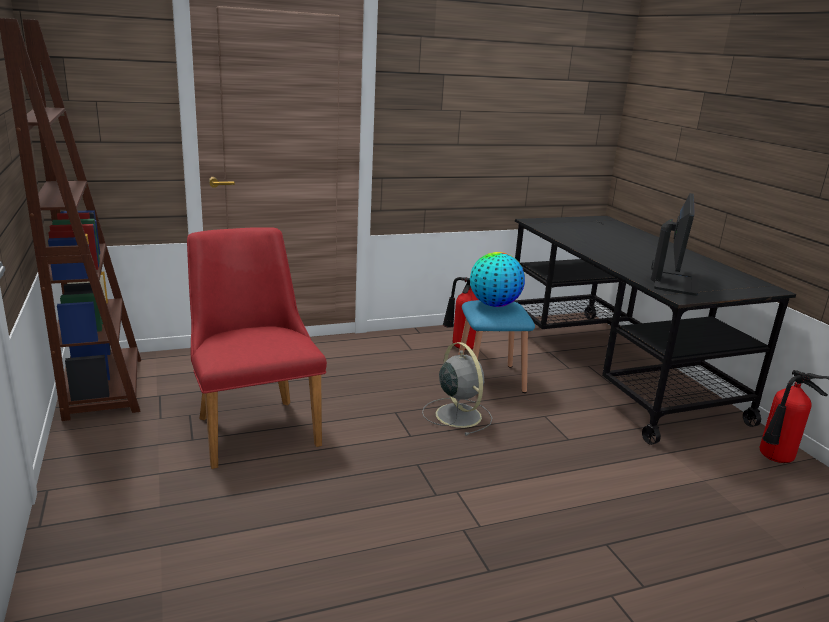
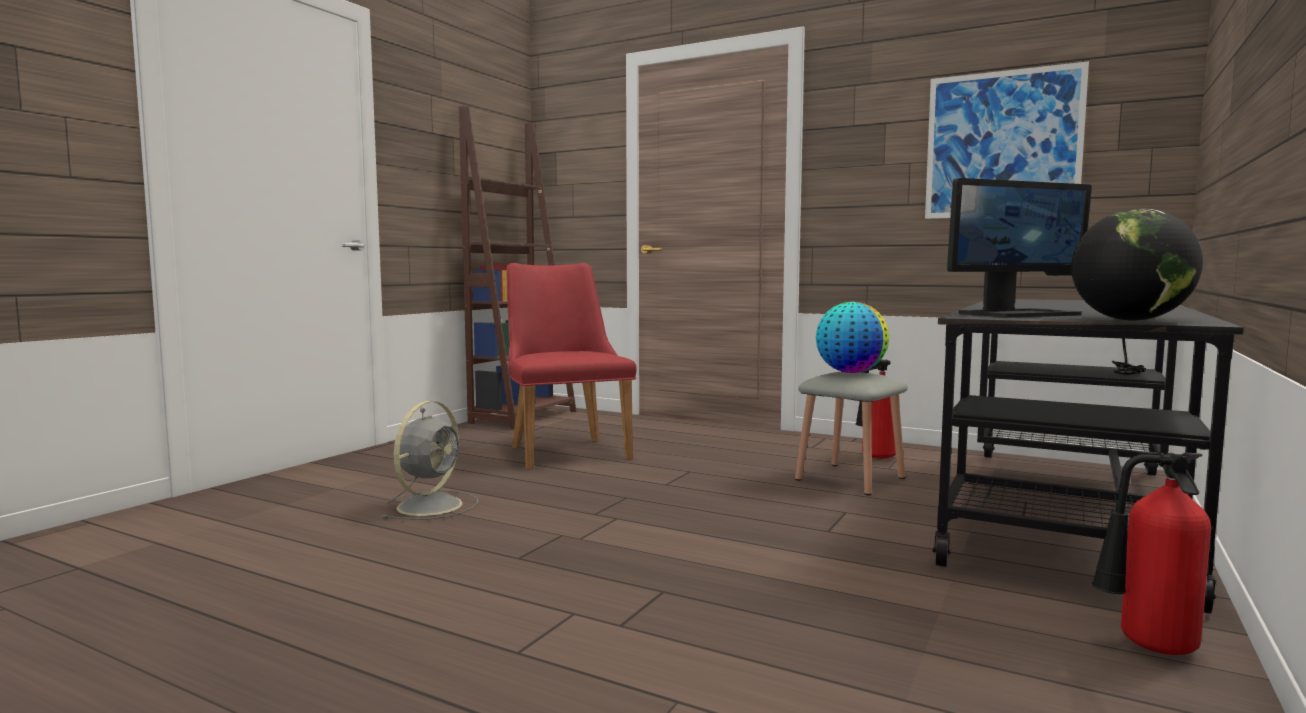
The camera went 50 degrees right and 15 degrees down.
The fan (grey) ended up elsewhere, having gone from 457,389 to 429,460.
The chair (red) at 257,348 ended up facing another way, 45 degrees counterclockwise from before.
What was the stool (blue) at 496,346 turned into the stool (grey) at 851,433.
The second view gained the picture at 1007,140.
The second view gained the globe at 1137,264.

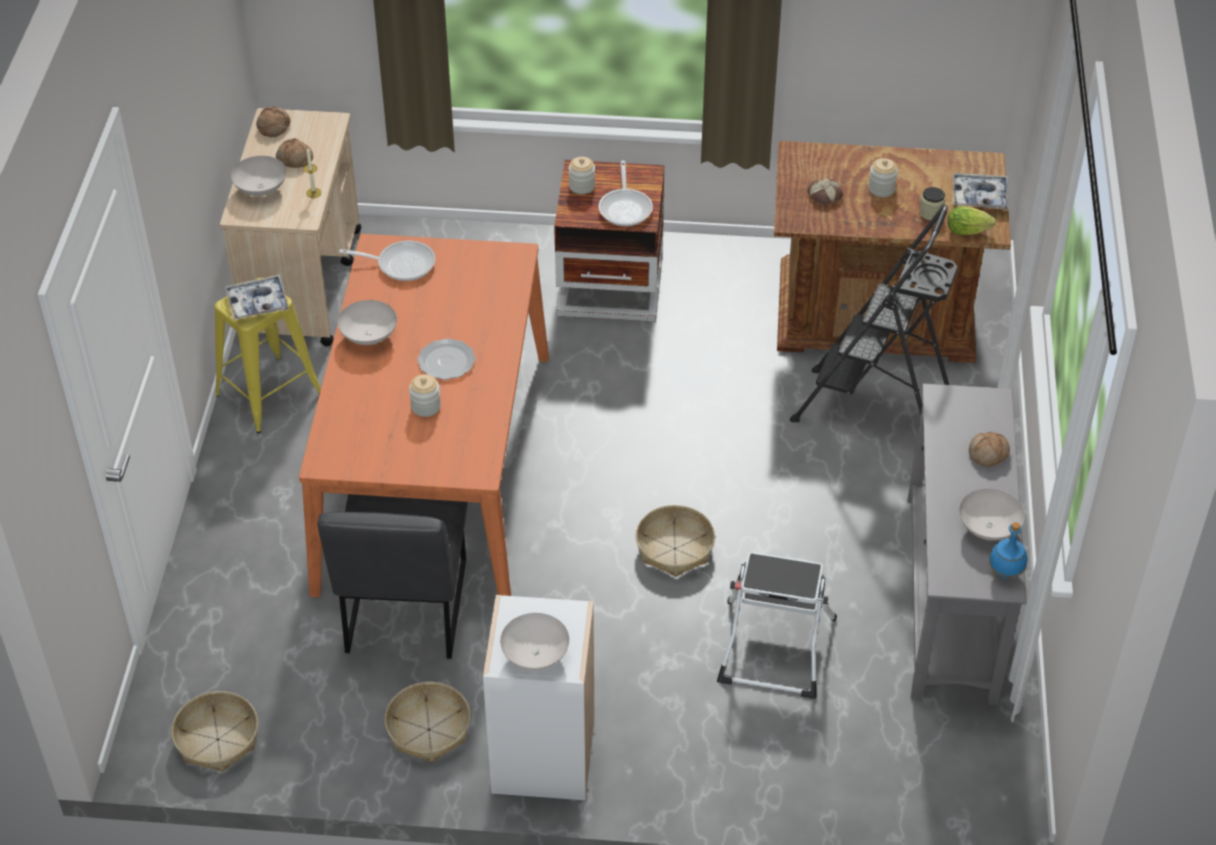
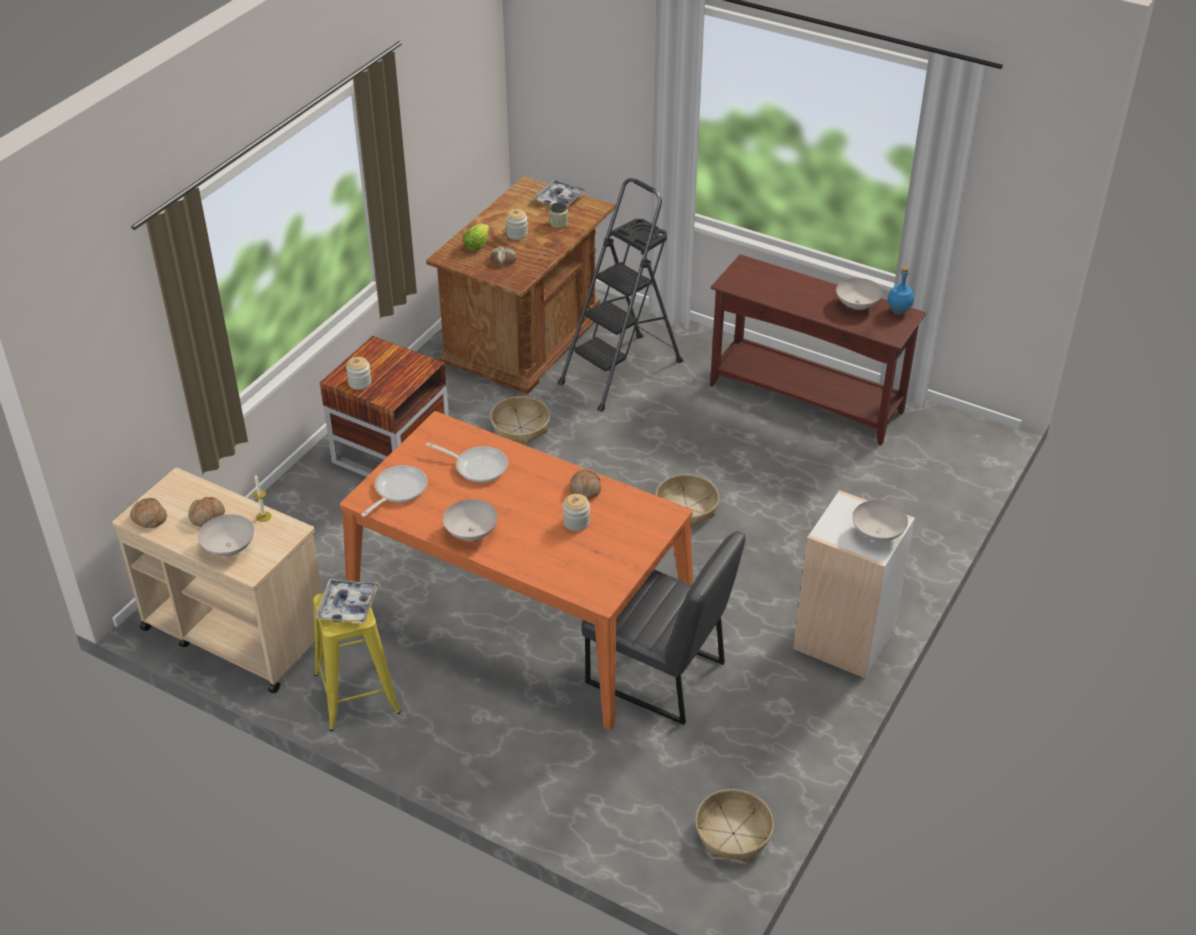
The camera went 65 degrees left and 5 degrees down.
The frying pan ended up elsewhere, having gone from 625,193 to 467,463.
The lettuce ended up elsewhere, having gone from 972,220 to 476,237.
The basket ended up elsewhere, having gone from 427,722 to 520,420.
The bread ended up elsewhere, having gone from 989,449 to 585,484.
What was the console table (grey) at 966,544 turned into the console table (brown) at 818,349.
The second view lost the plate at 446,359.
The second view lost the step ladder at 777,625.

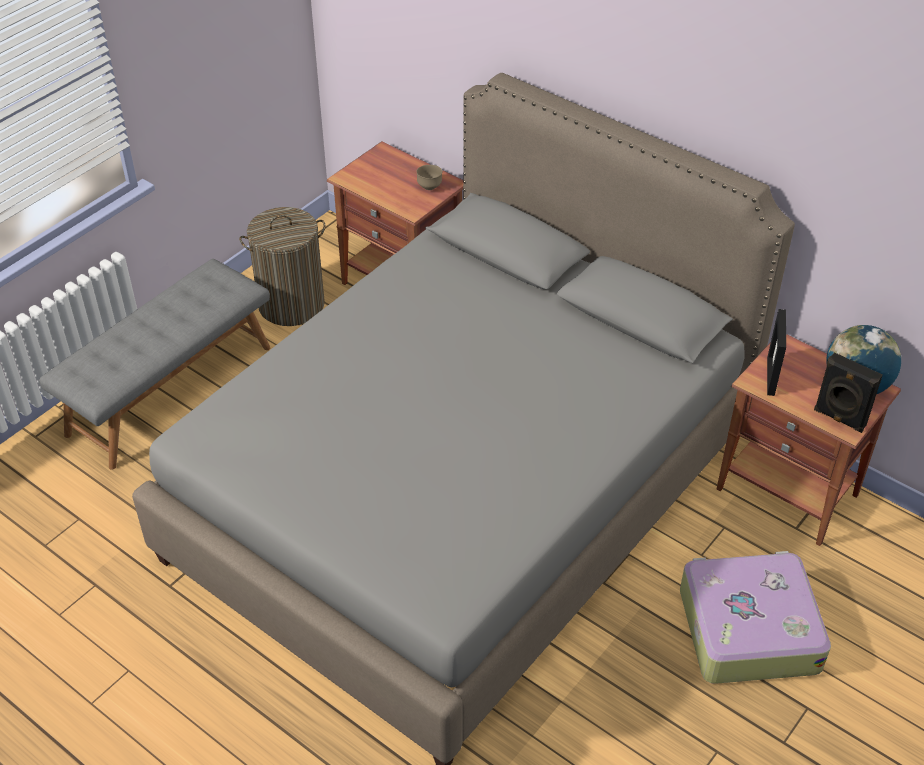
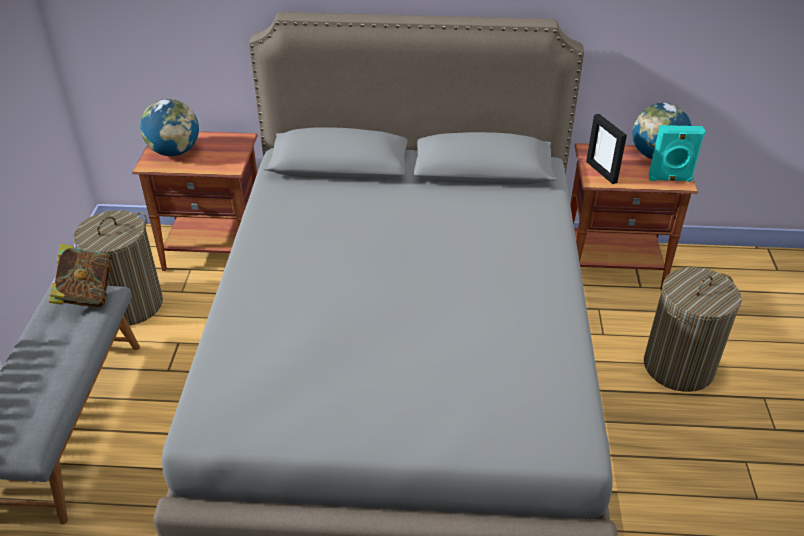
The camera went 35 degrees left and 5 degrees down.
The second view gained the book at 80,276.
The second view gained the globe at 169,127.
Where the suitcase stood at 755,617, the laundry basket came to stand at 693,329.
What was the speaker (black) at 848,392 turned into the speaker (turquoise) at 677,153.
The second view lost the bowl (brown) at 429,177.

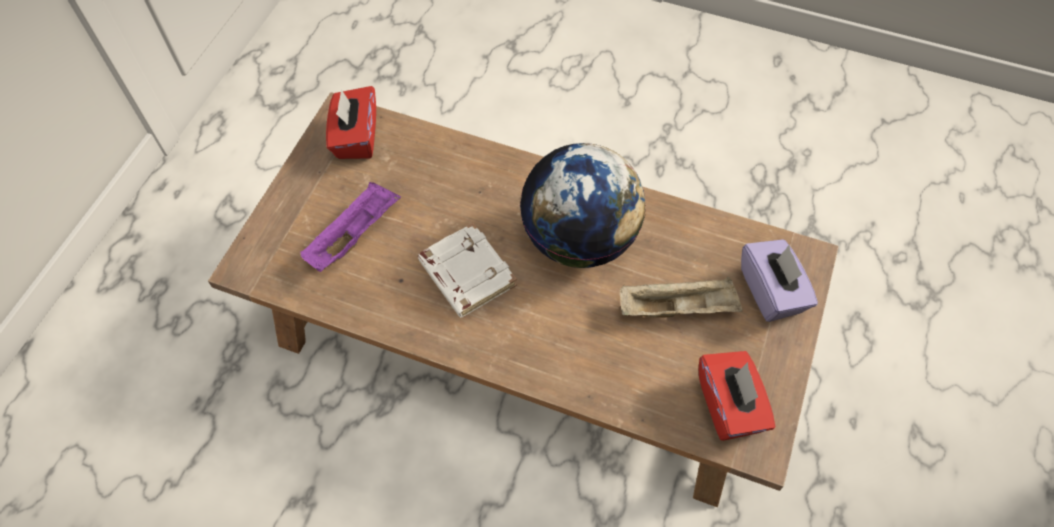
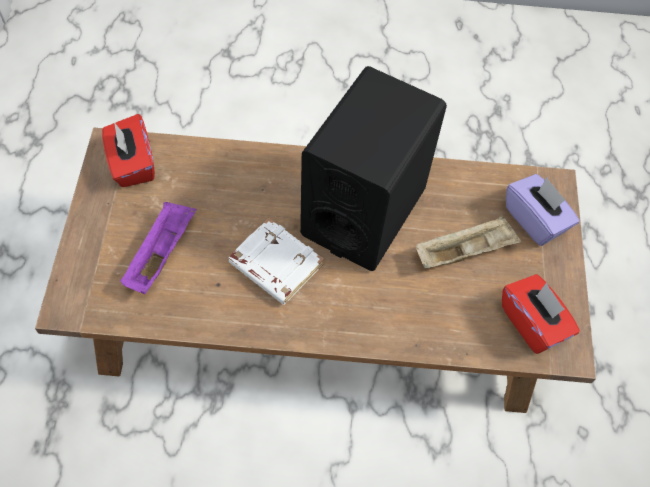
The camera went 20 degrees left and 0 degrees up.
Where the globe stood at 583,205, the speaker (black) came to stand at 373,168.

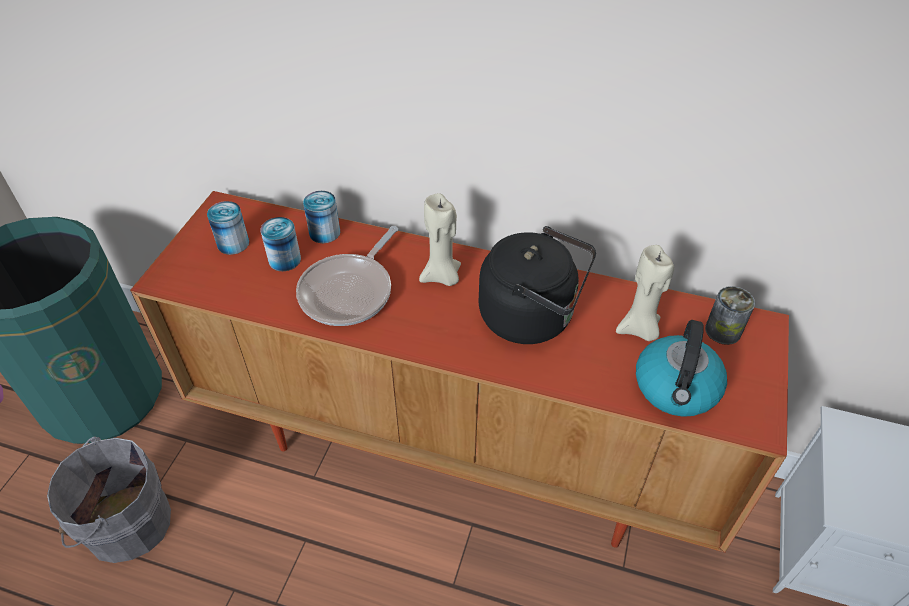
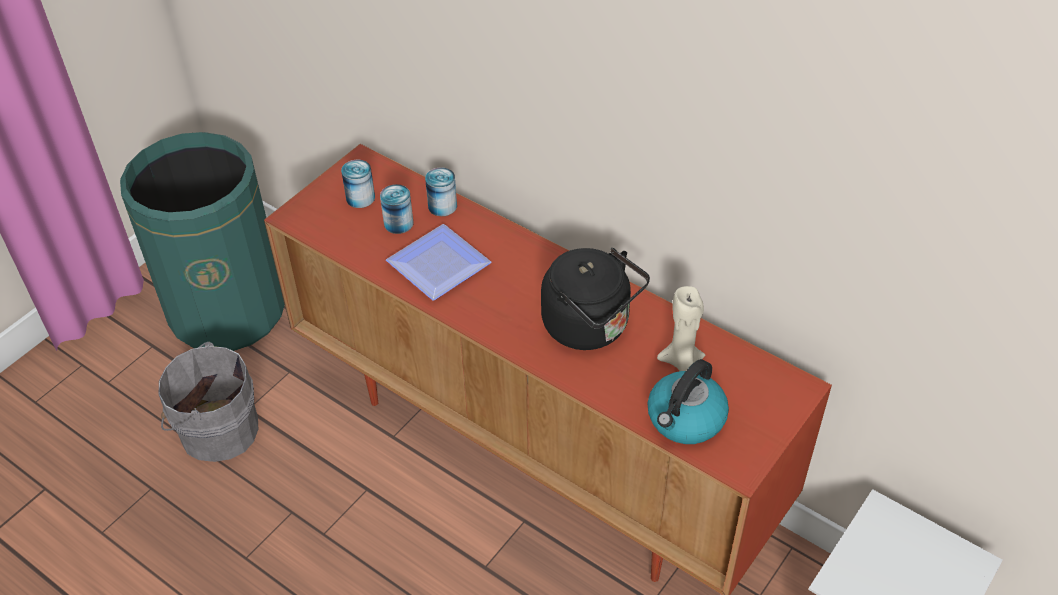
The camera went 20 degrees right and 0 degrees up.
Where the frying pan stood at 347,276, the plate came to stand at 438,262.
The second view lost the candle (beige) at 440,239.
The second view lost the can at 730,315.

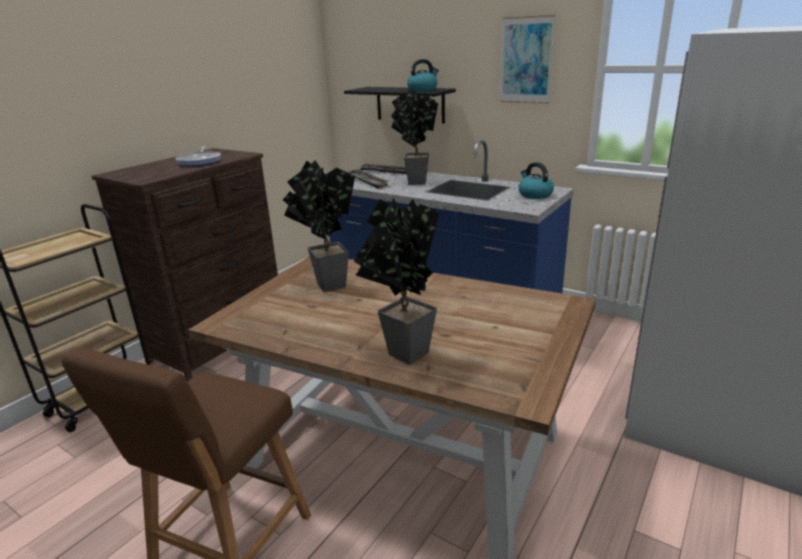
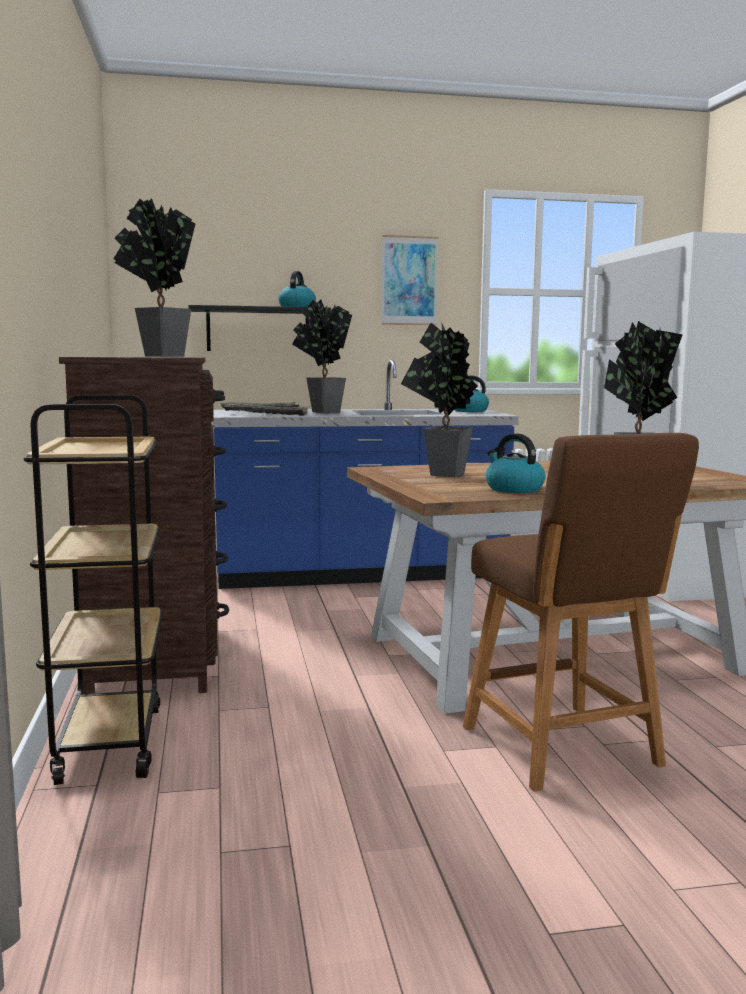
The camera went 45 degrees left and 15 degrees down.
Where the frying pan stood at 198,156, the potted plant came to stand at 155,277.
The second view gained the kettle at 516,463.

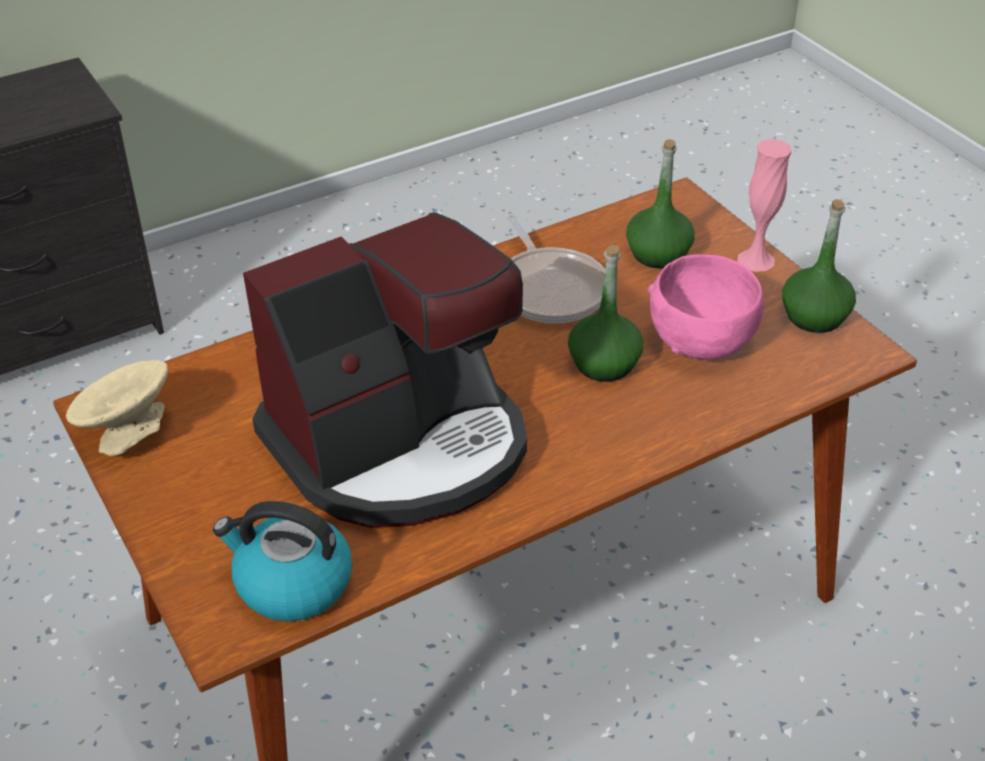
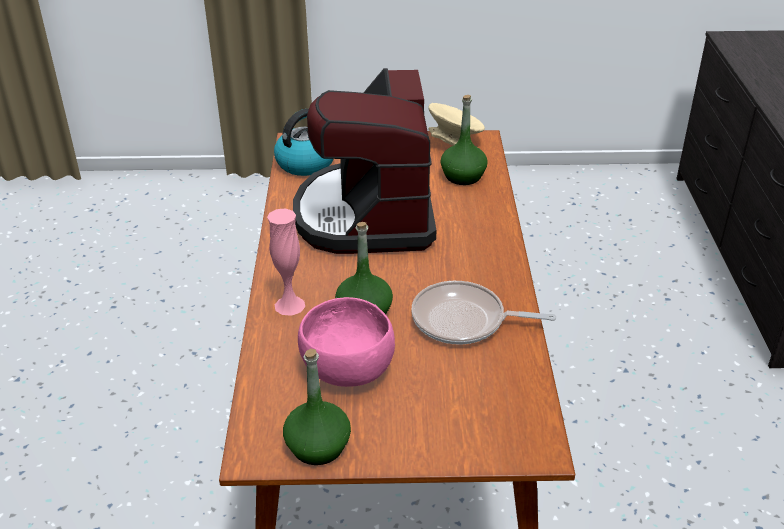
The camera went 120 degrees right and 5 degrees down.
The vase (pink) ended up elsewhere, having gone from 764,205 to 286,262.
The bottle (green) ended up elsewhere, having gone from 660,203 to 464,140.

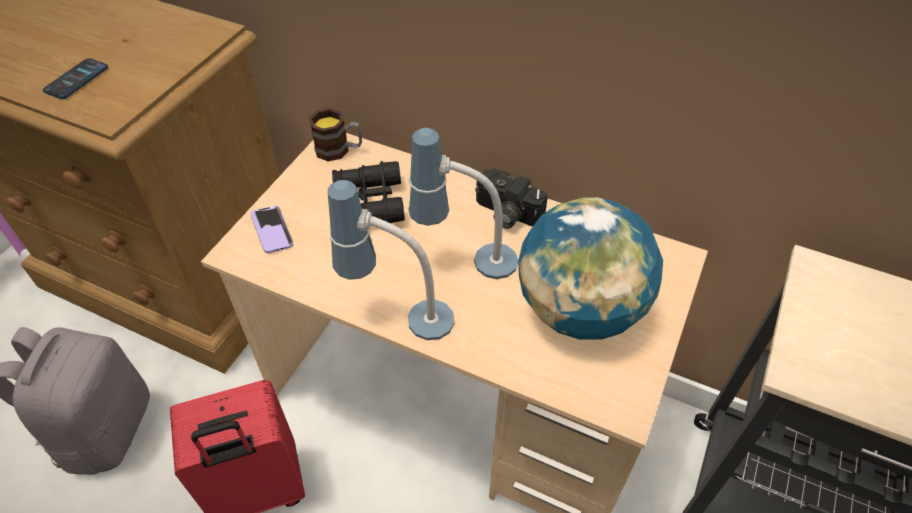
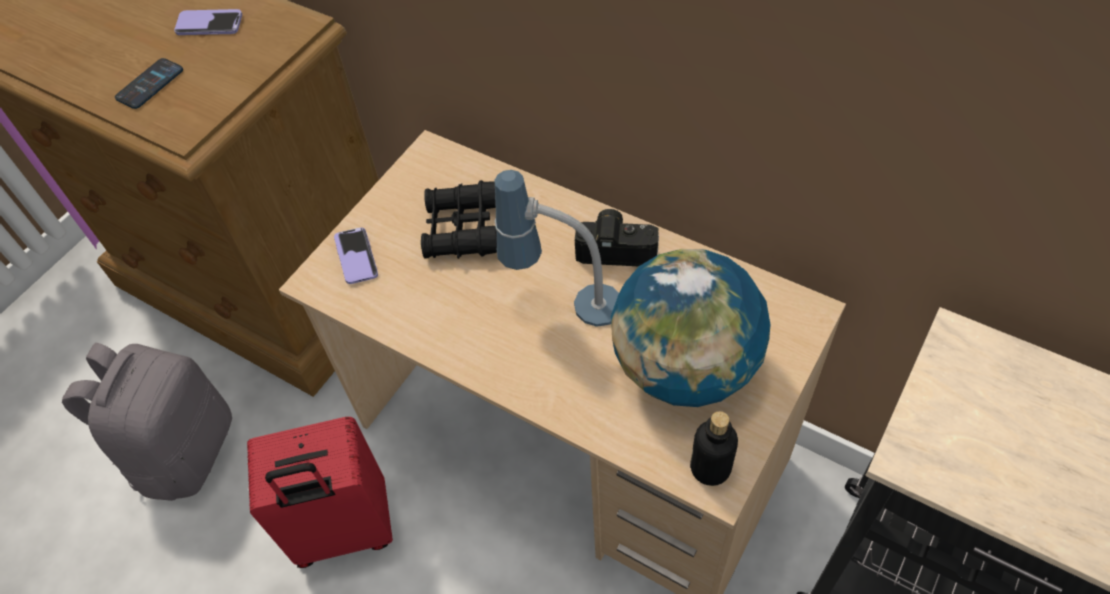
The camera went 10 degrees right and 5 degrees up.
The second view gained the phone at 208,22.
The photo camera at 511,199 ended up facing another way, 150 degrees clockwise from before.
The second view gained the bottle at 714,448.
The second view lost the mug at 335,135.
The second view lost the table lamp at 391,260.

